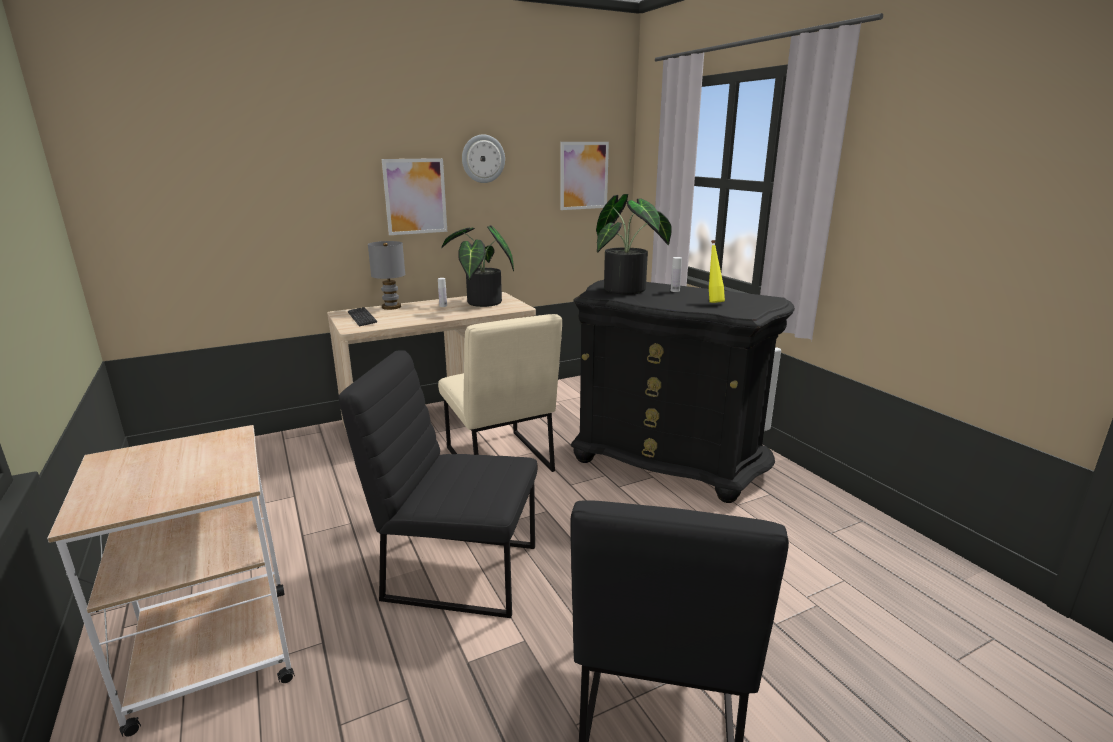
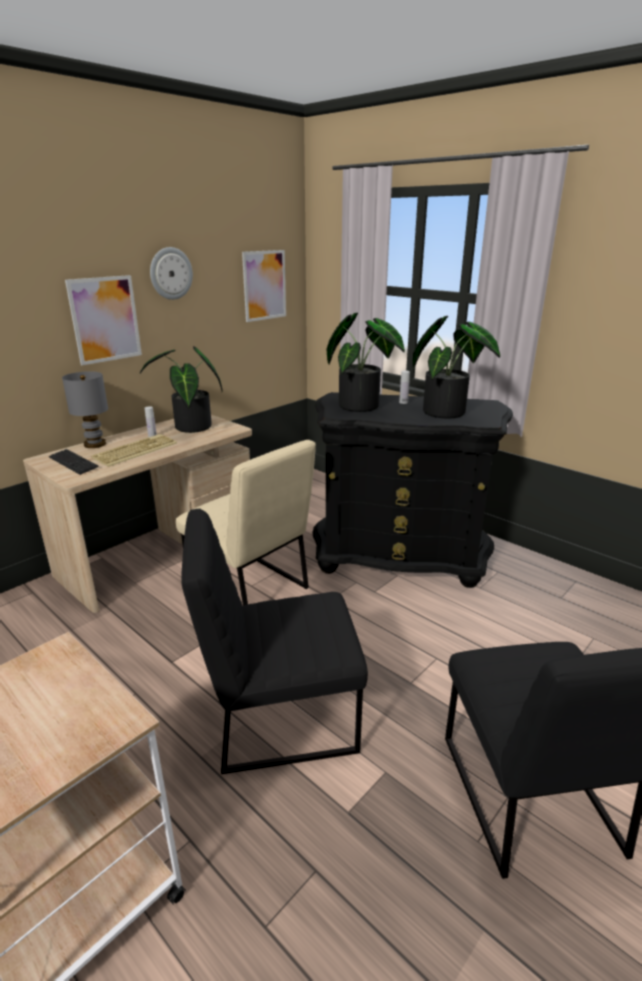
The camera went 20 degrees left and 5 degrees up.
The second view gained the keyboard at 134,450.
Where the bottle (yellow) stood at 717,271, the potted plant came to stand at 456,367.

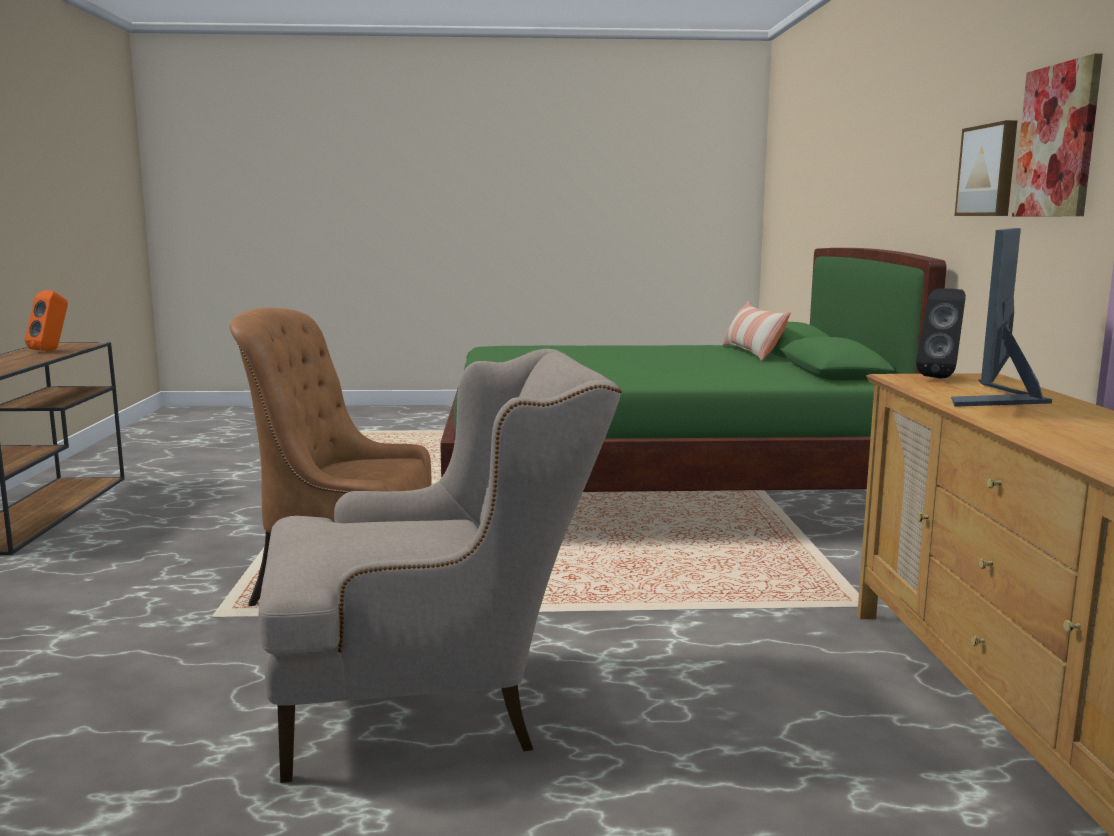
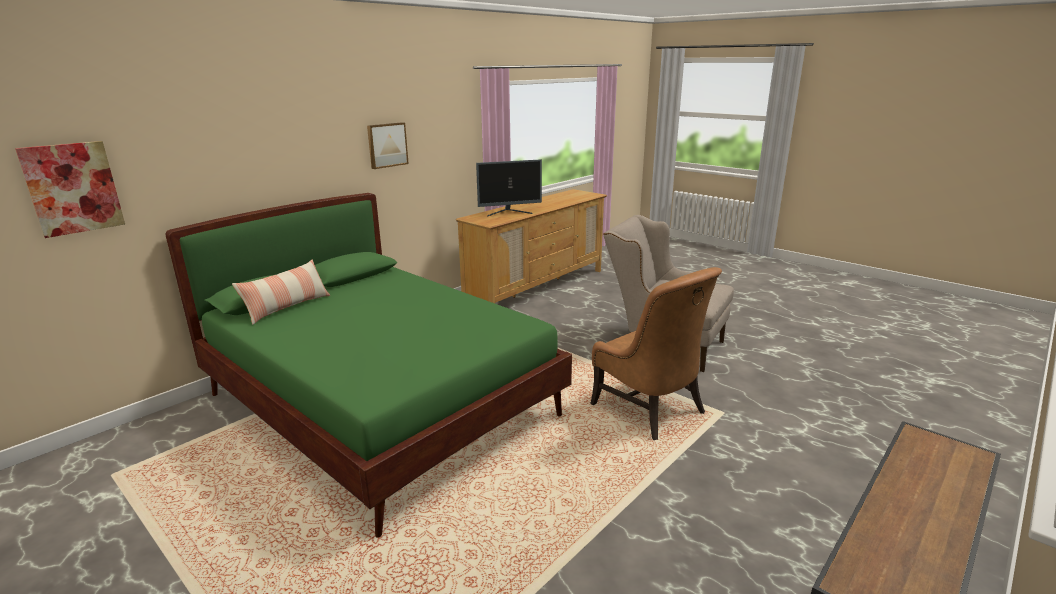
The camera went 135 degrees left and 10 degrees up.
The picture ended up elsewhere, having gone from 1057,134 to 70,189.
The second view lost the speaker (orange) at 46,320.
The second view lost the speaker (black) at 941,333.

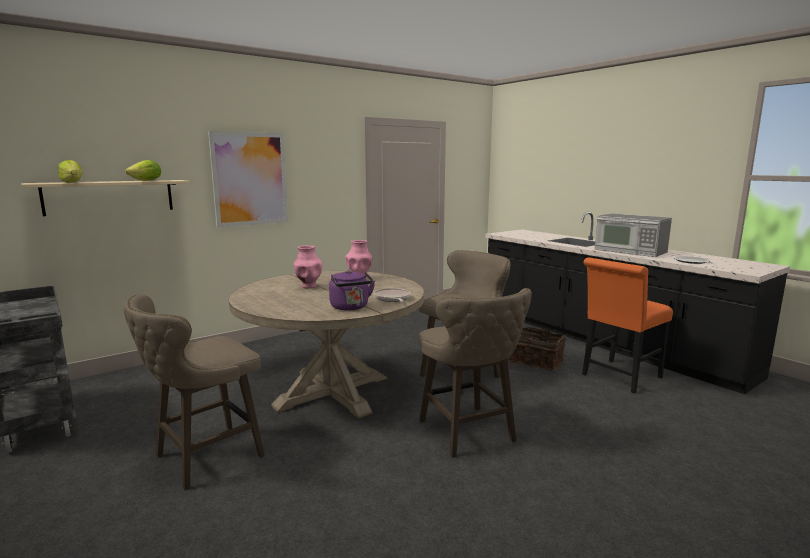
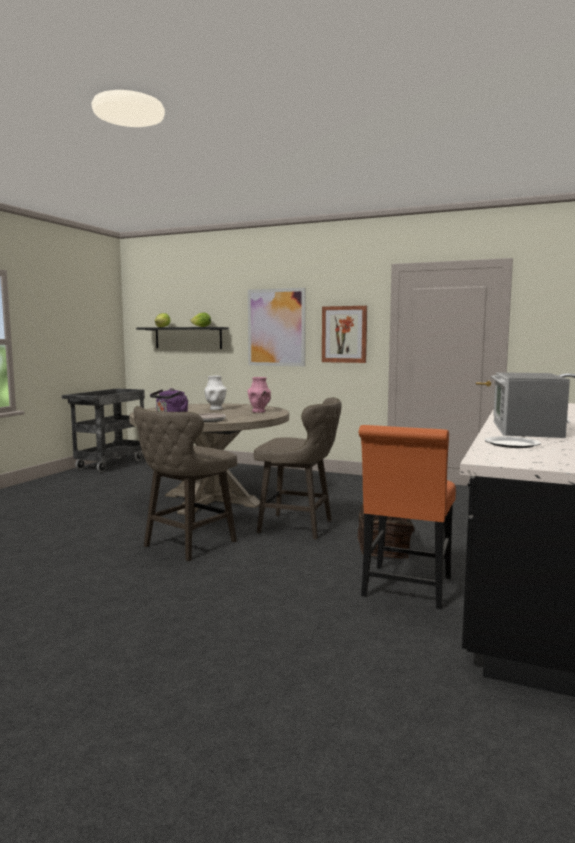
The camera went 60 degrees right and 5 degrees down.
What was the shelf (beige) at 105,198 turned into the shelf (black) at 182,338.
What was the vase (pink) at 307,267 turned into the vase (white) at 215,393.
The second view gained the picture at 344,334.
The chair (orange) at 627,325 ended up facing another way, 90 degrees counterclockwise from before.
The second view lost the stool (beige) at 194,392.

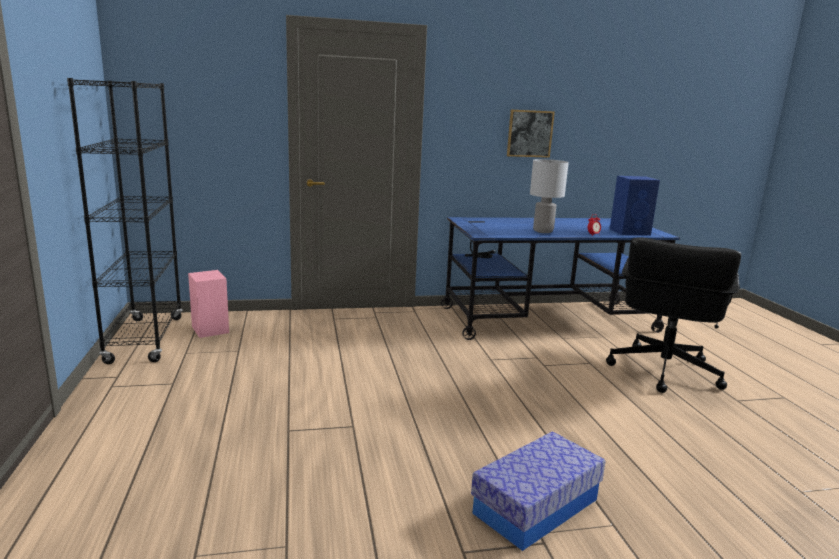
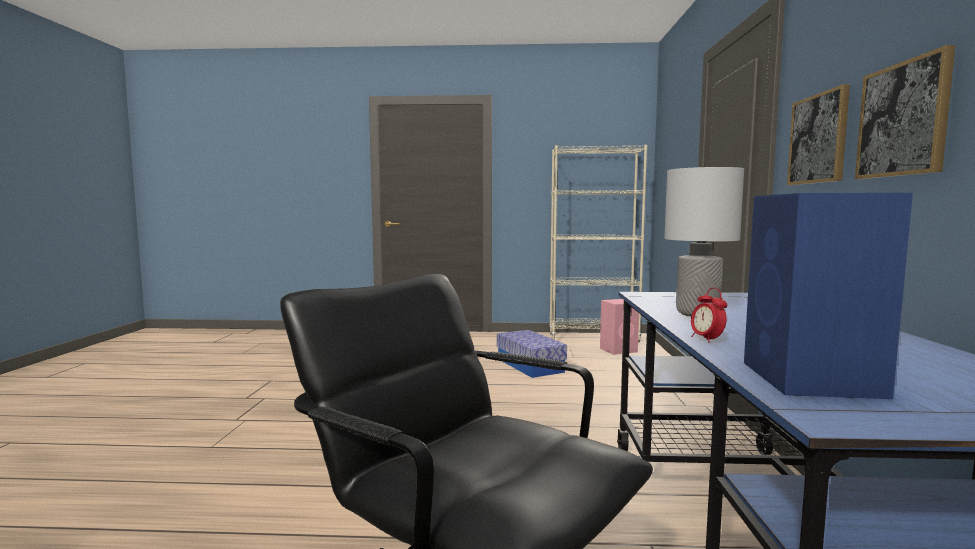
The camera went 105 degrees right and 10 degrees down.
The storage box ended up elsewhere, having gone from 538,491 to 532,354.
What was the bookcase (black) at 124,221 turned into the bookcase (beige) at 598,244.
The second view gained the picture at 818,134.

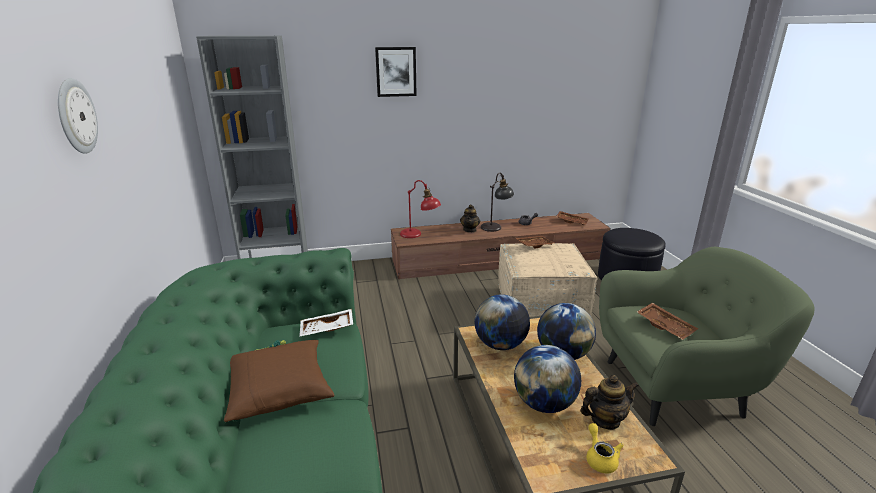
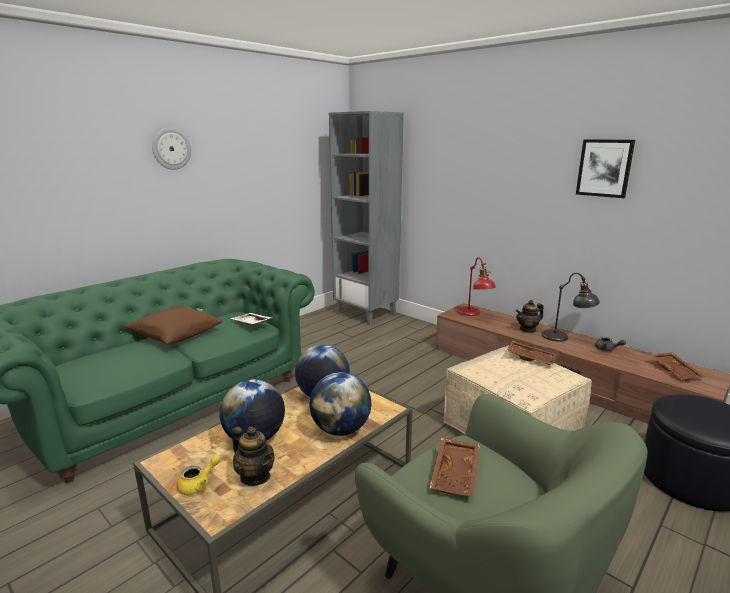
The camera went 55 degrees right and 5 degrees down.
The picture ended up elsewhere, having gone from 396,72 to 605,168.

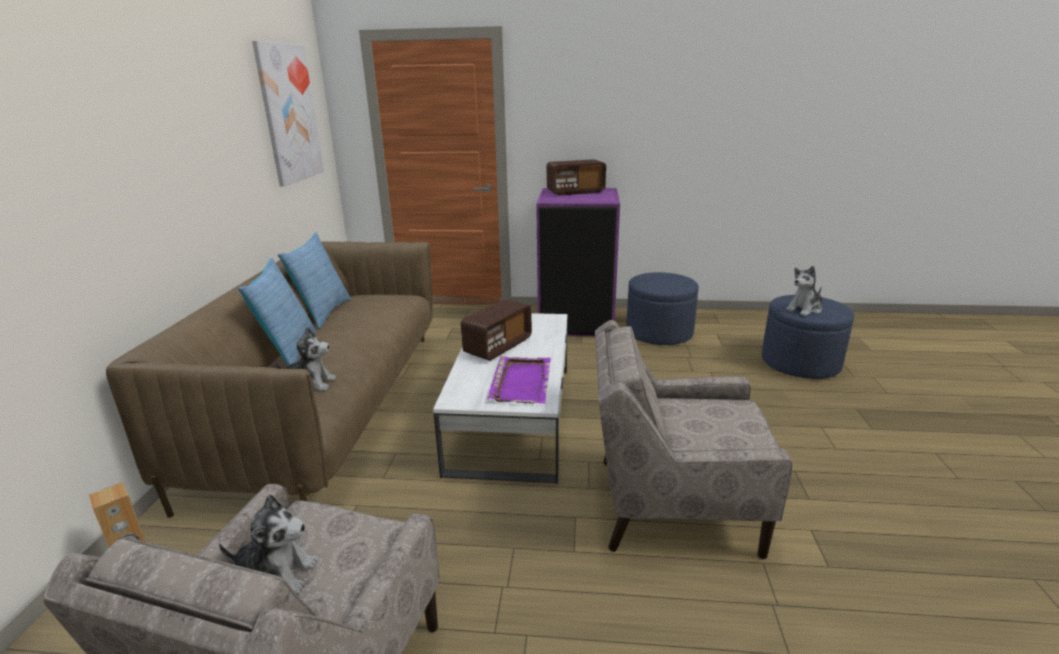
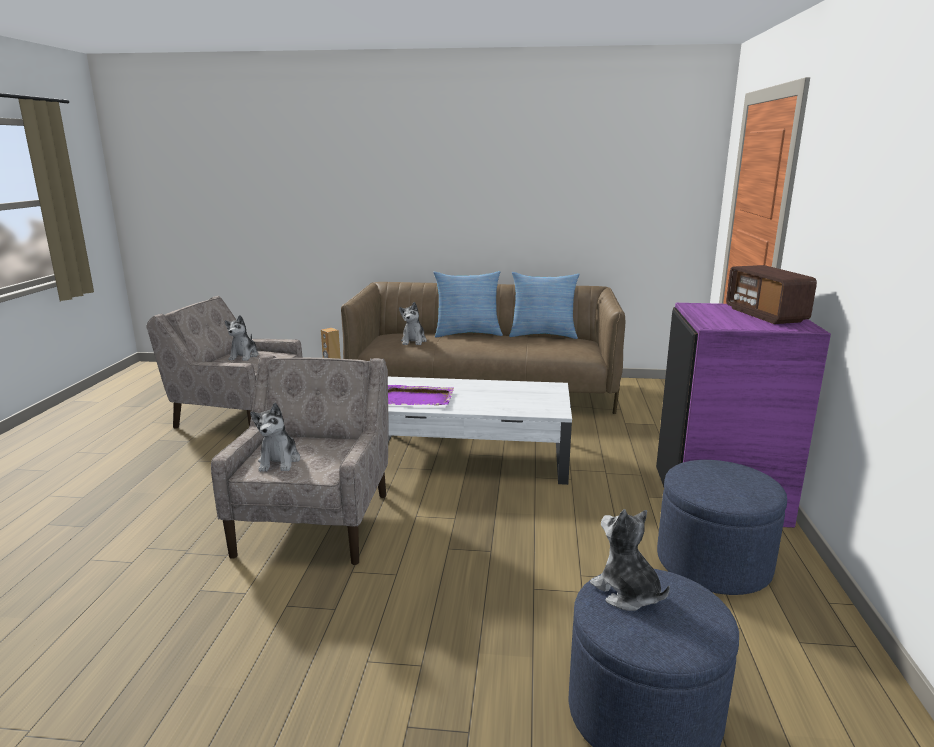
The camera went 90 degrees right and 5 degrees down.
The second view gained the plush toy at 275,437.
The second view lost the picture at 288,114.
The second view lost the radio at 496,330.

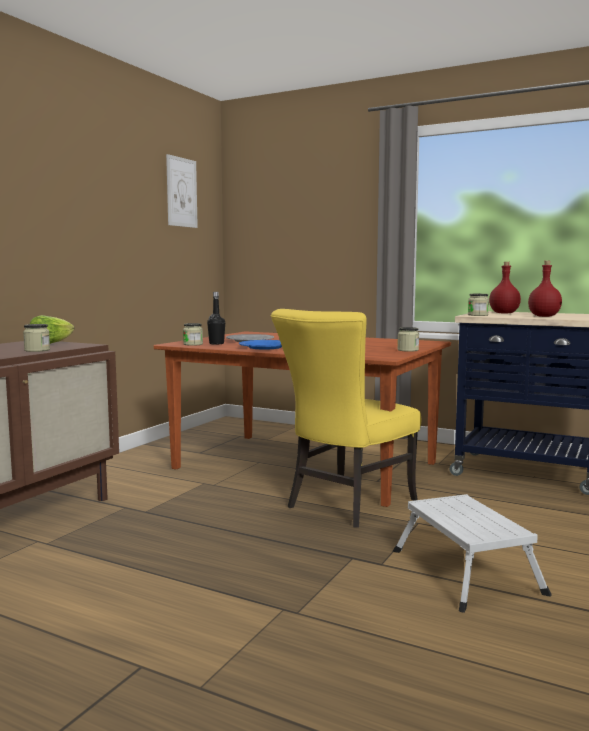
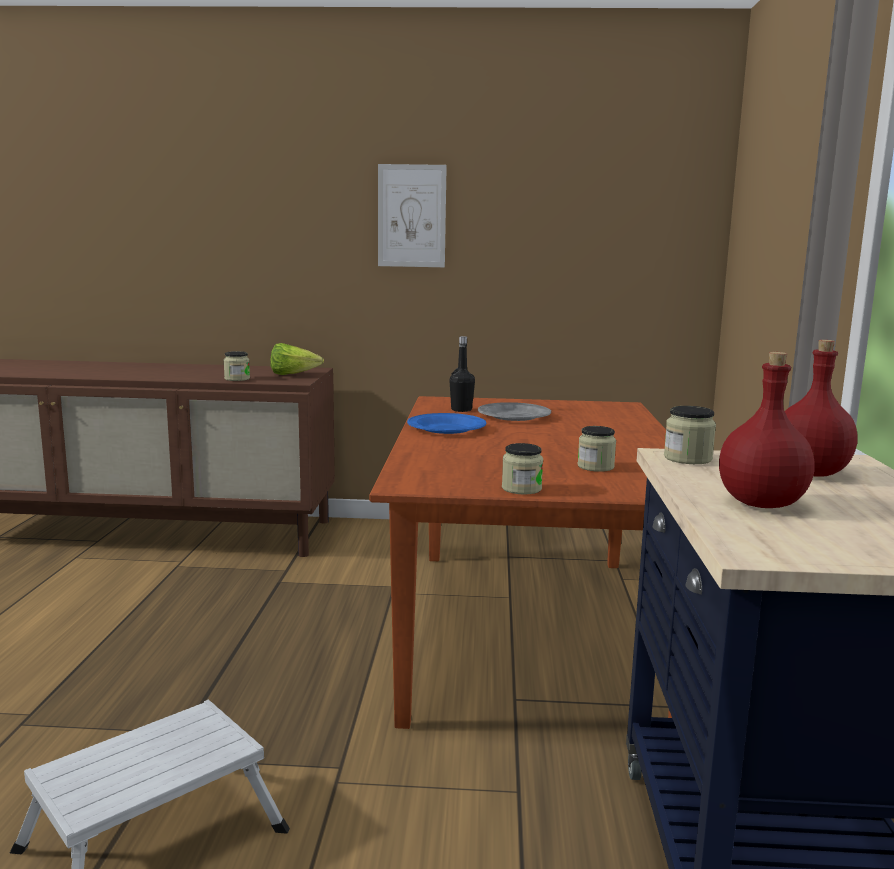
The camera went 65 degrees right and 5 degrees up.
The picture ended up elsewhere, having gone from 182,191 to 412,215.
The jar ended up elsewhere, having gone from 193,334 to 597,449.
The second view lost the chair (yellow) at 345,418.

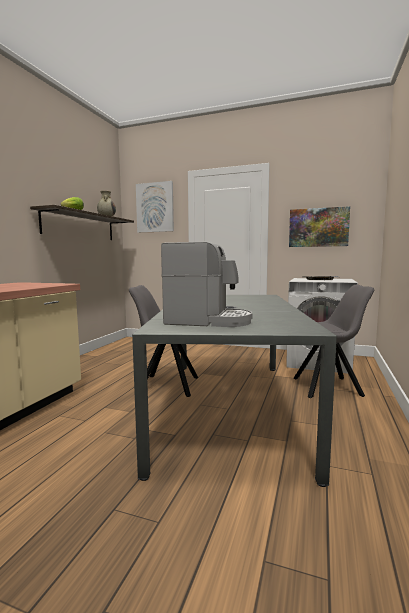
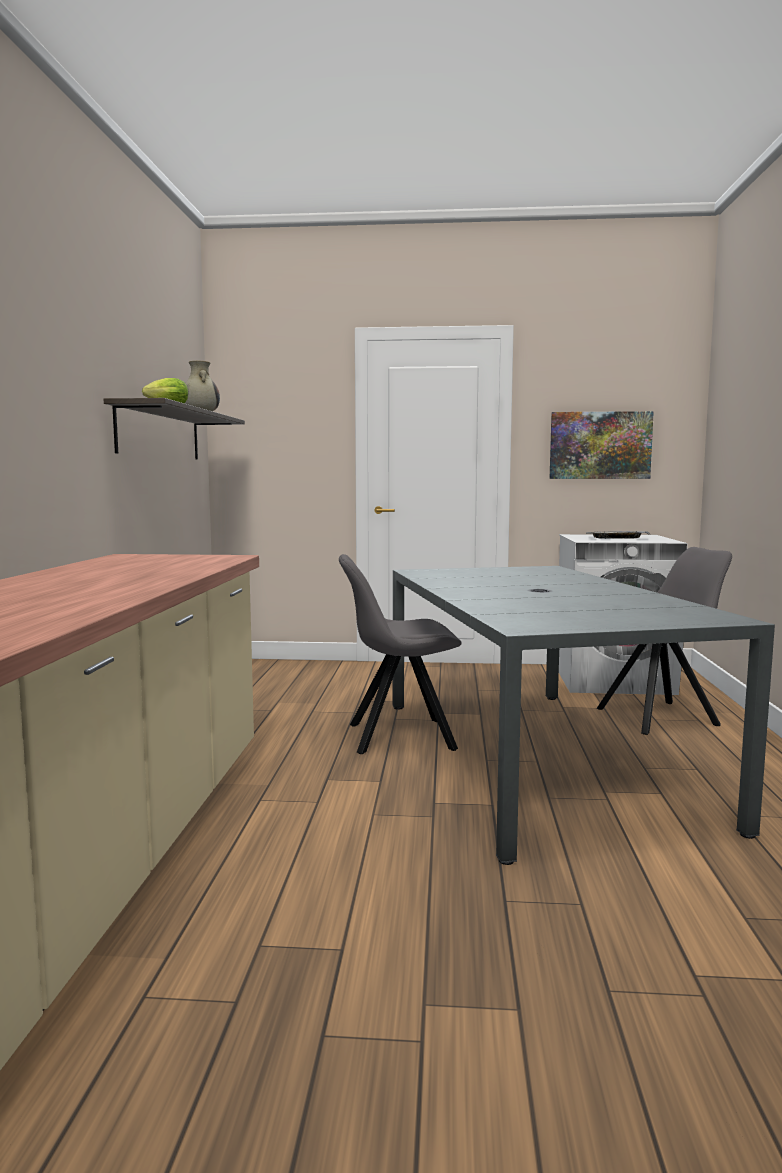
The camera went 15 degrees left and 0 degrees up.
The second view lost the picture at 155,207.
The second view lost the coffee machine at 206,284.

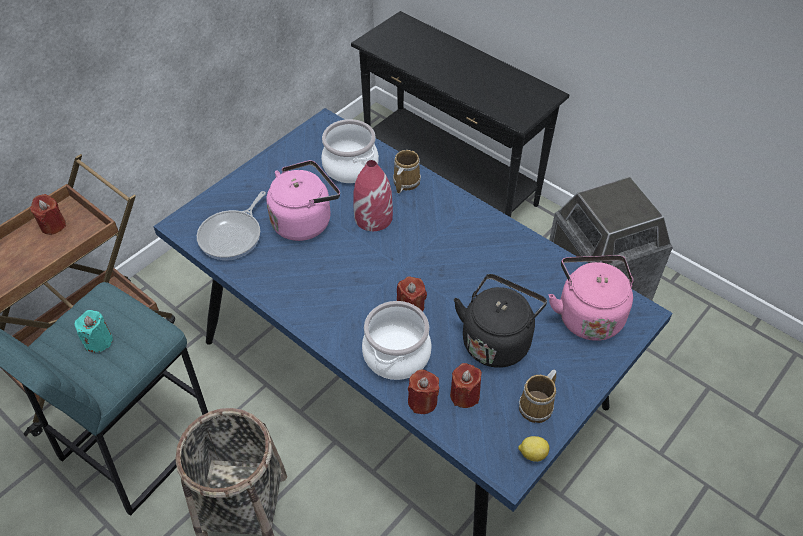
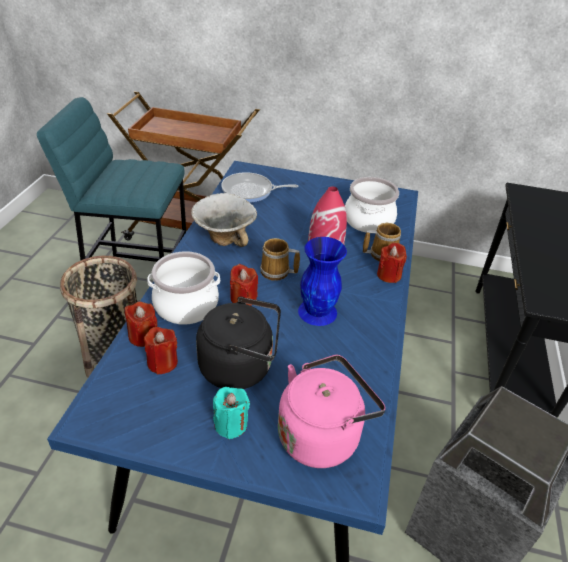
The camera went 60 degrees right and 10 degrees down.
The second view gained the bowl at 224,220.
The candle (turquoise) ended up elsewhere, having gone from 93,331 to 231,413.
The mug ended up elsewhere, having gone from 537,396 to 280,259.
The second view gained the vase (blue) at 322,281.
The candle (red) ended up elsewhere, having gone from 48,214 to 392,262.
The second view lost the kettle (pink) at 303,200.
The second view lost the lemon at 533,449.

